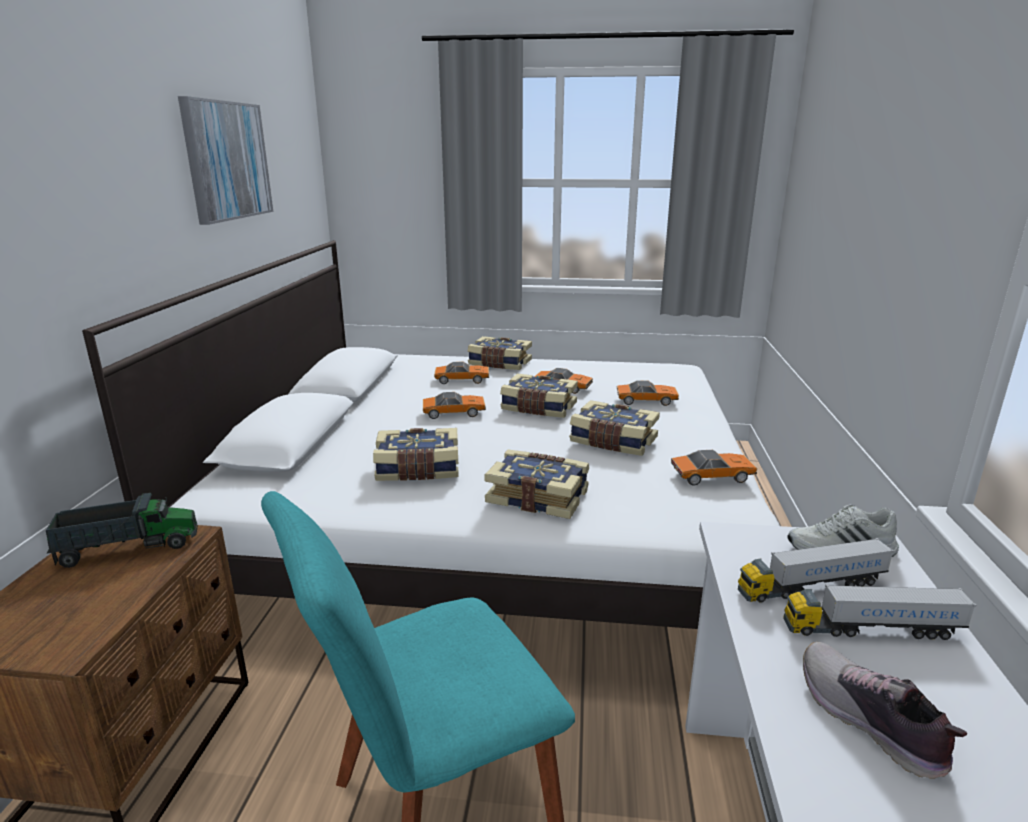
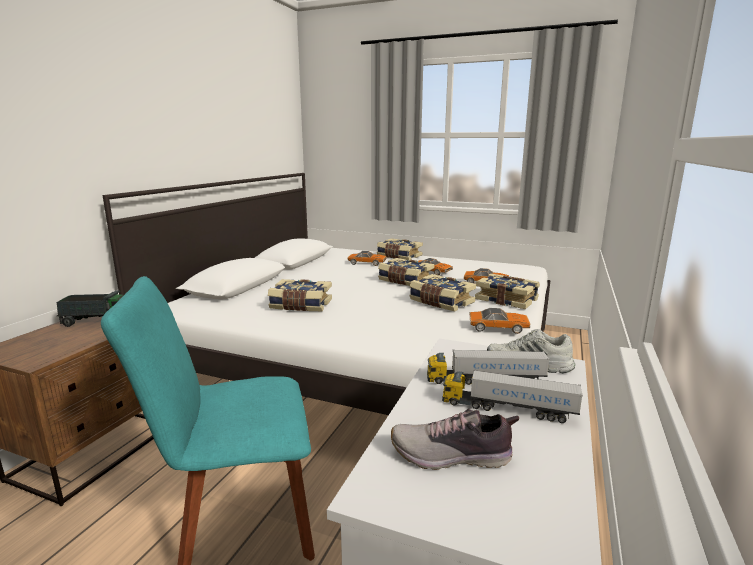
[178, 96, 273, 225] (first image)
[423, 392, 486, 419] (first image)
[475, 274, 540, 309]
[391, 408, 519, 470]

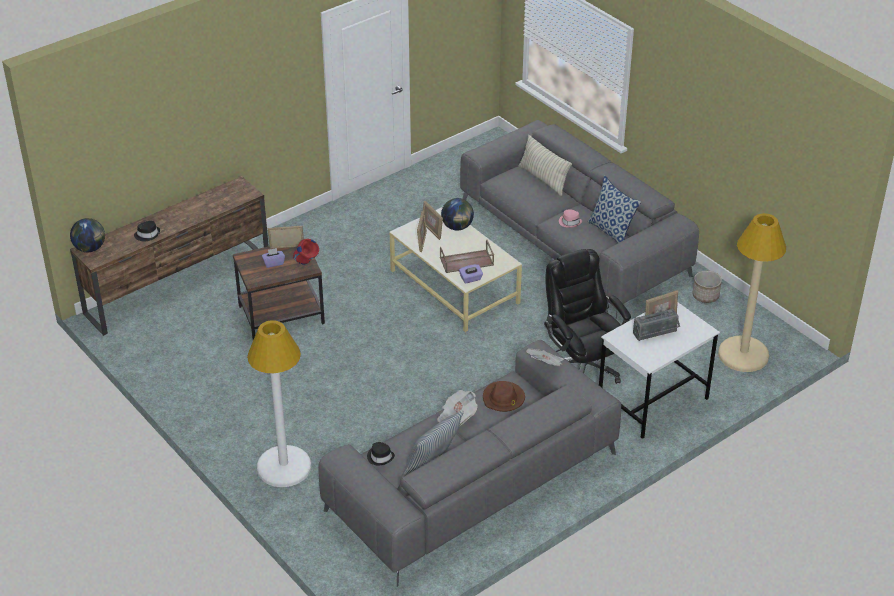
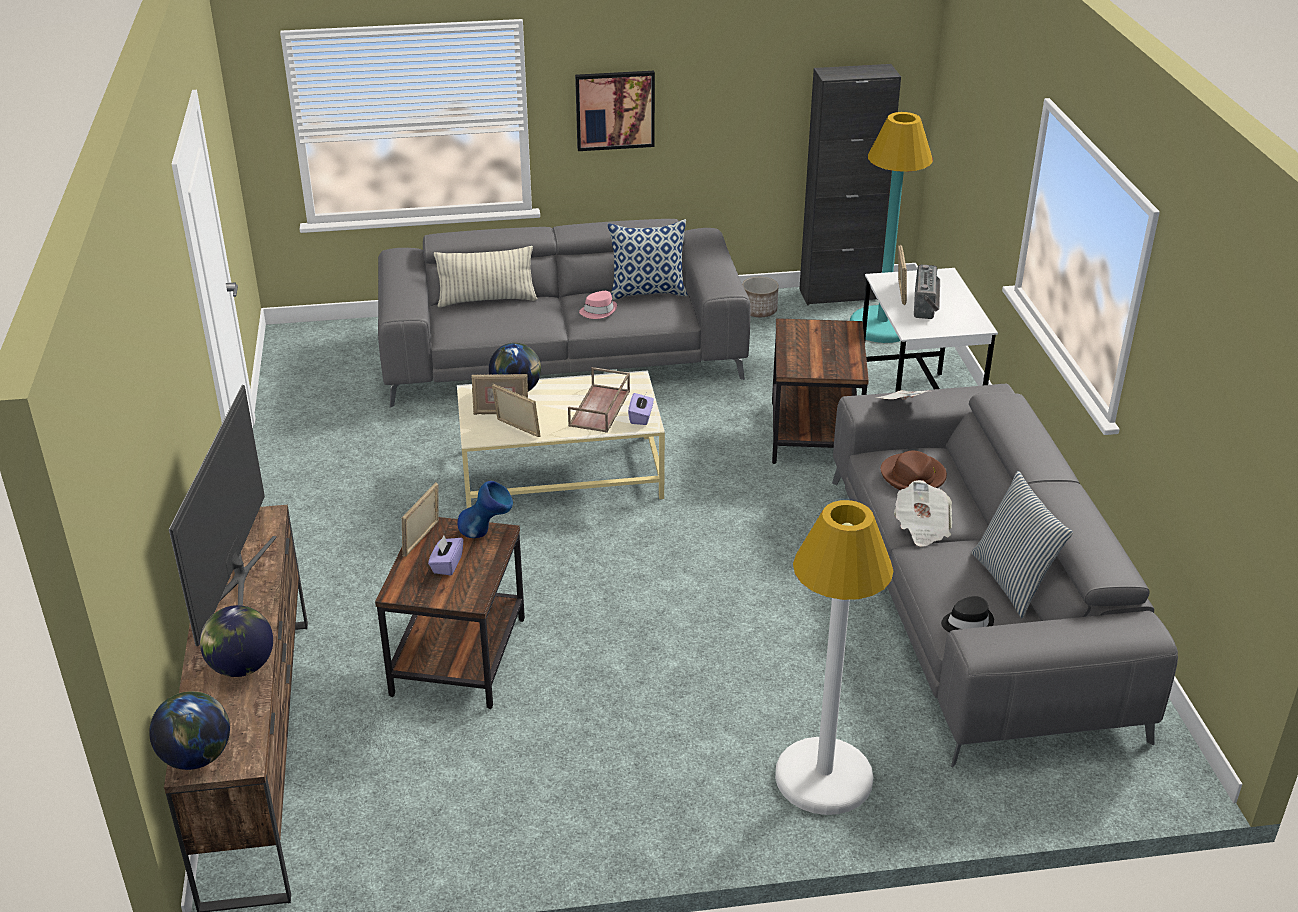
[850, 112, 933, 343]
[200, 605, 273, 677]
[458, 481, 513, 538]
[772, 318, 869, 464]
[799, 64, 901, 305]
[575, 71, 655, 151]
[169, 385, 277, 646]

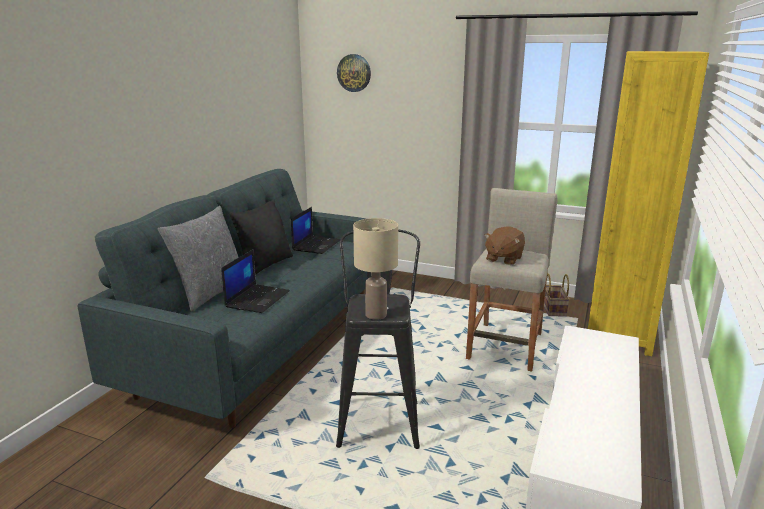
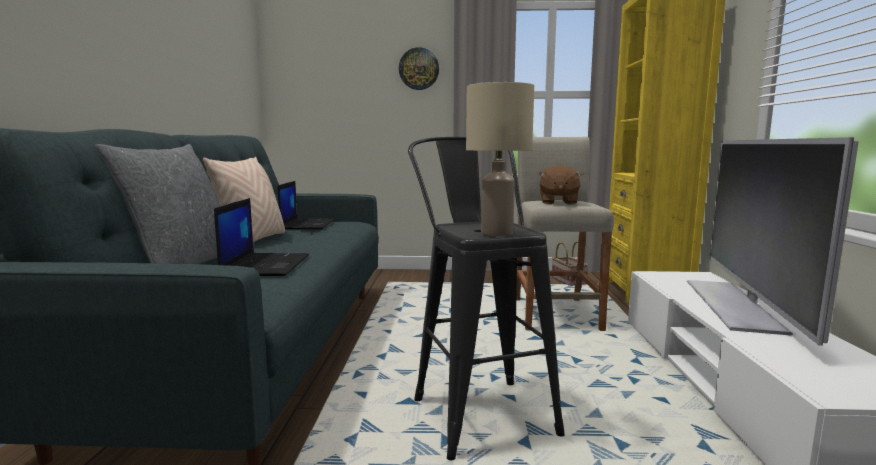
[399, 47, 439, 90]
[203, 157, 285, 242]
[687, 137, 859, 346]

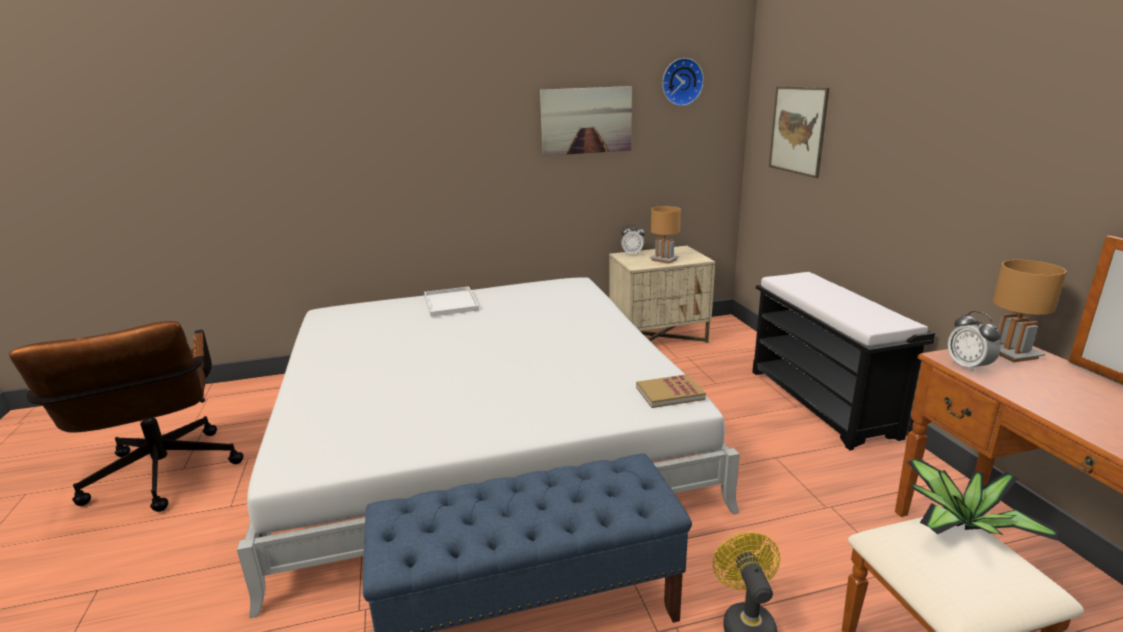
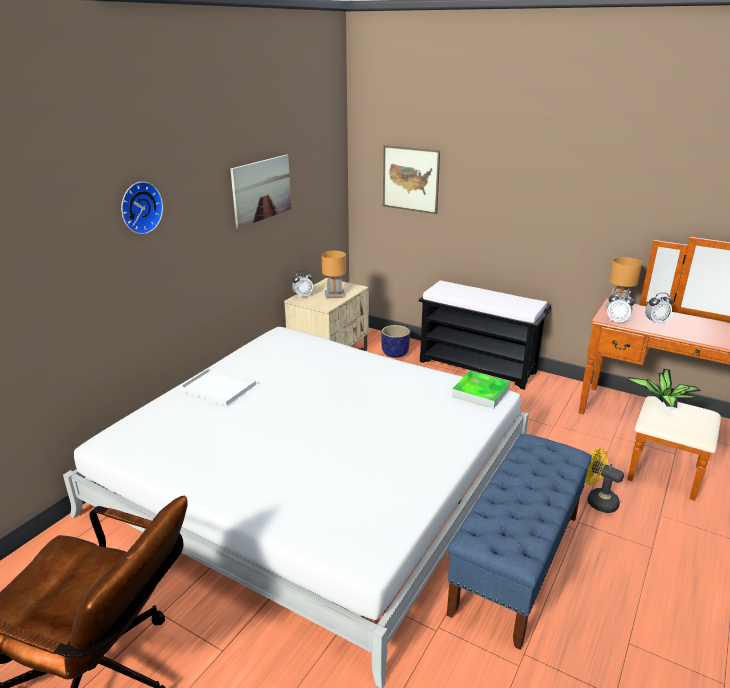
[121, 182, 163, 234]
[452, 370, 511, 409]
[645, 293, 673, 324]
[381, 325, 410, 358]

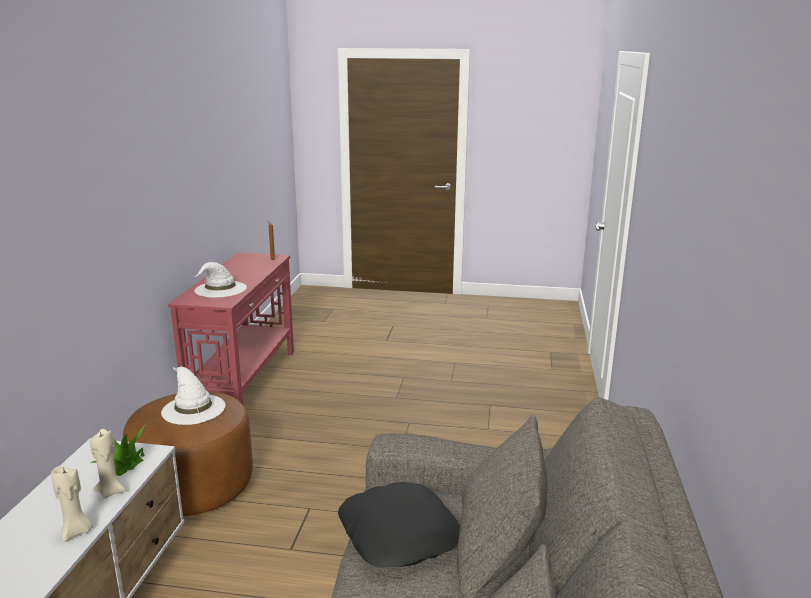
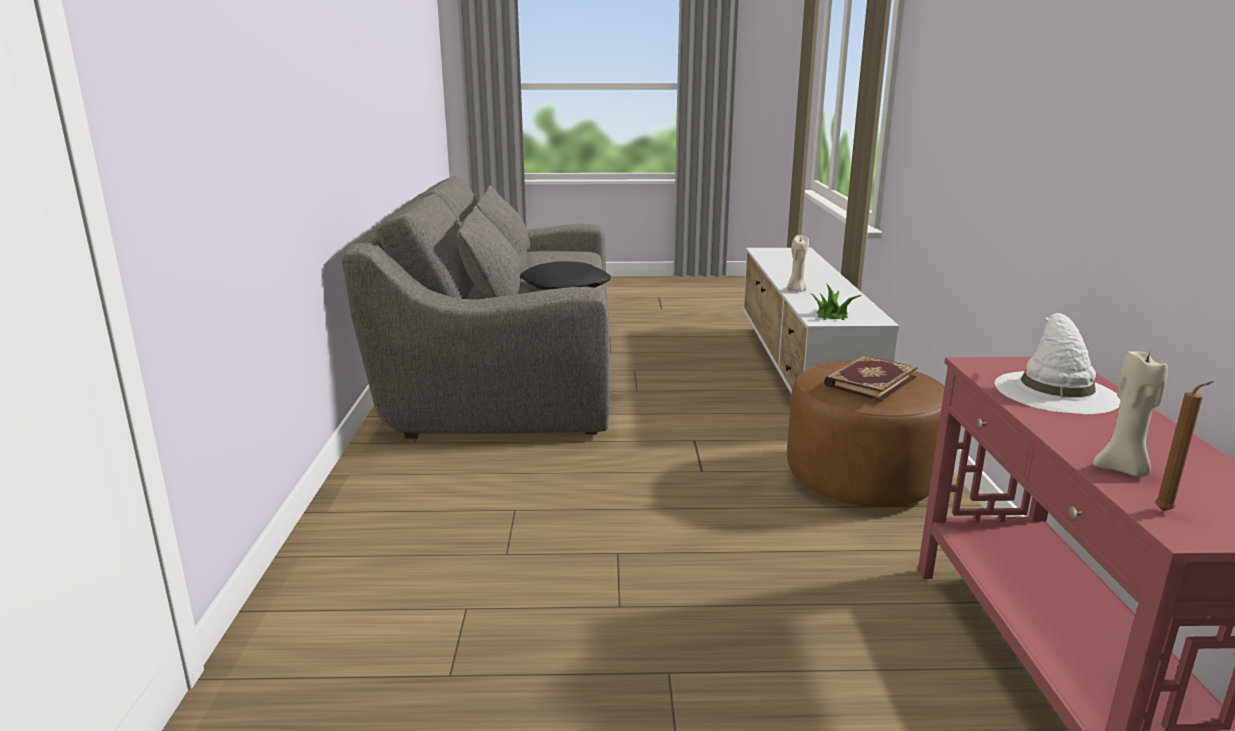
[824, 355, 918, 401]
[1093, 351, 1168, 477]

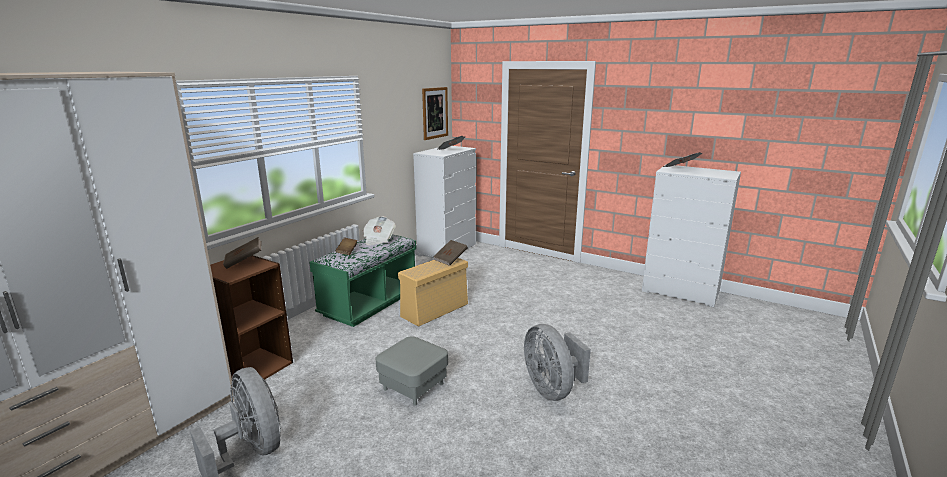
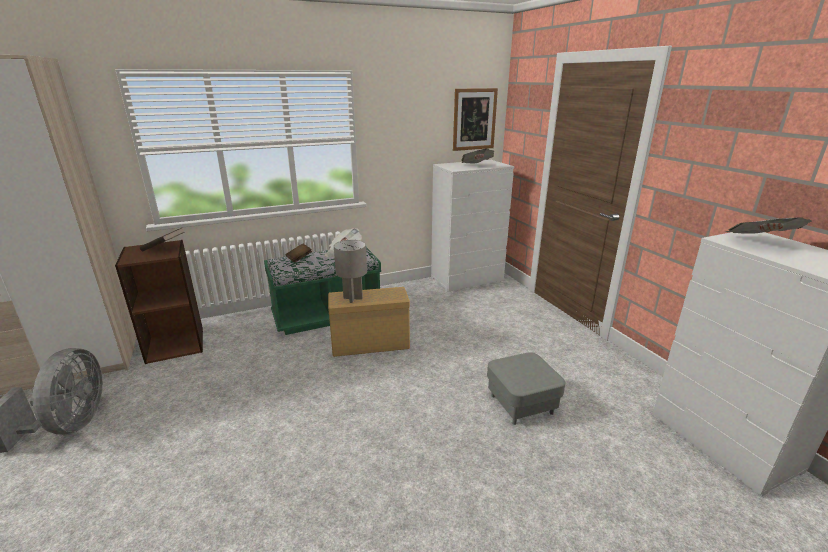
[433, 240, 468, 266] (first image)
[524, 324, 591, 401] (first image)
[487, 352, 565, 425]
[334, 240, 367, 303]

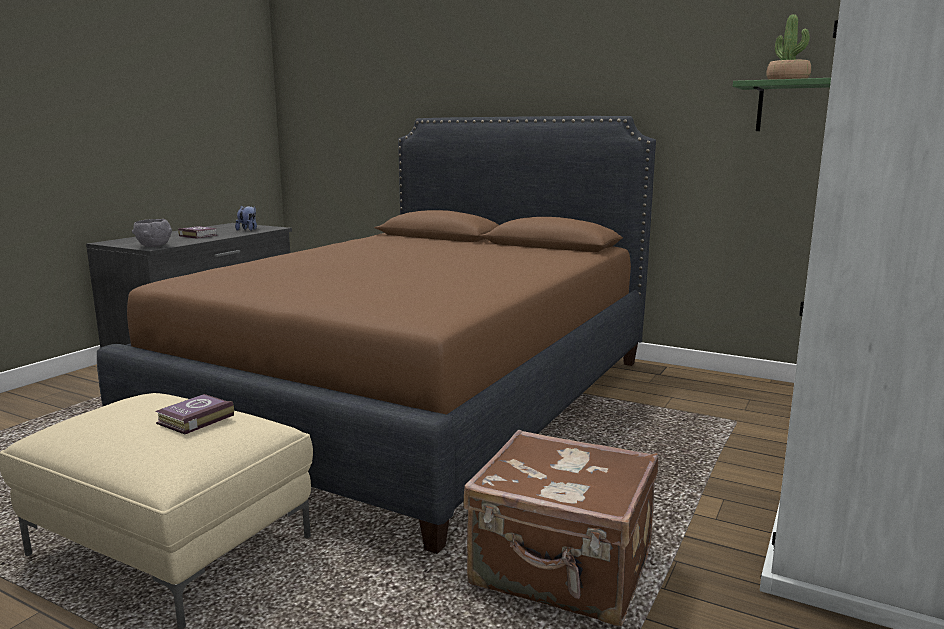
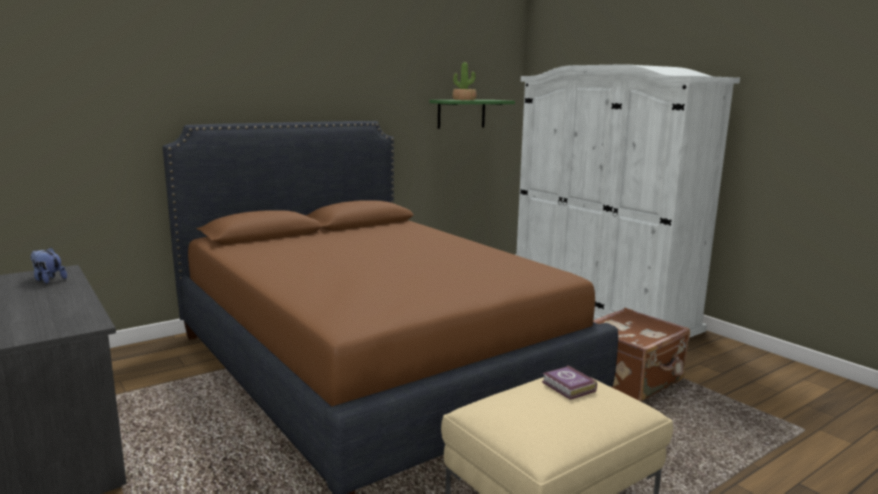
[132, 219, 172, 247] (first image)
[178, 226, 218, 239] (first image)

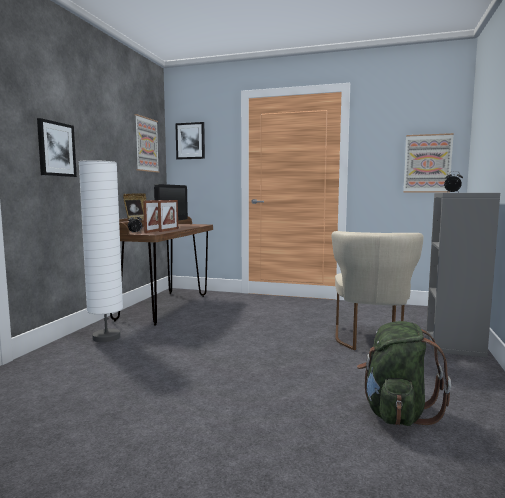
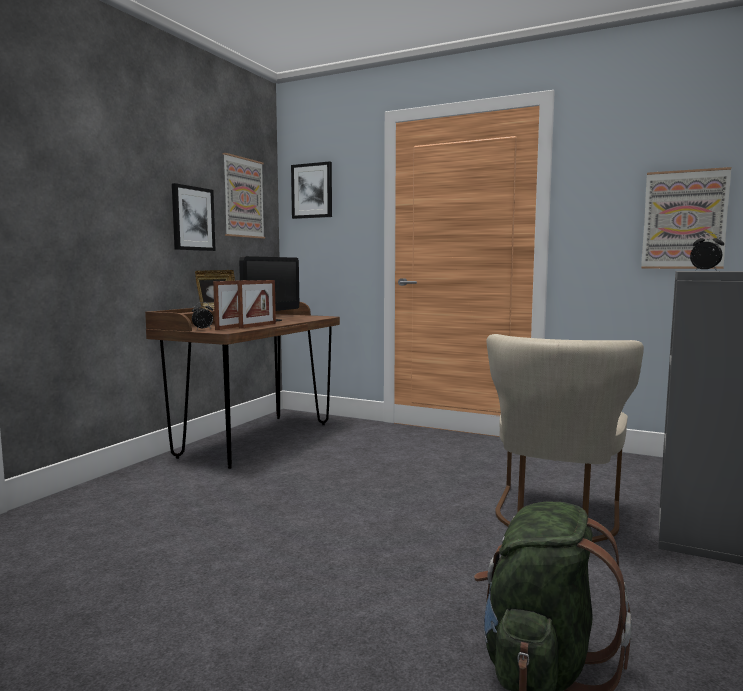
[172, 183, 216, 251]
[79, 160, 123, 342] (first image)

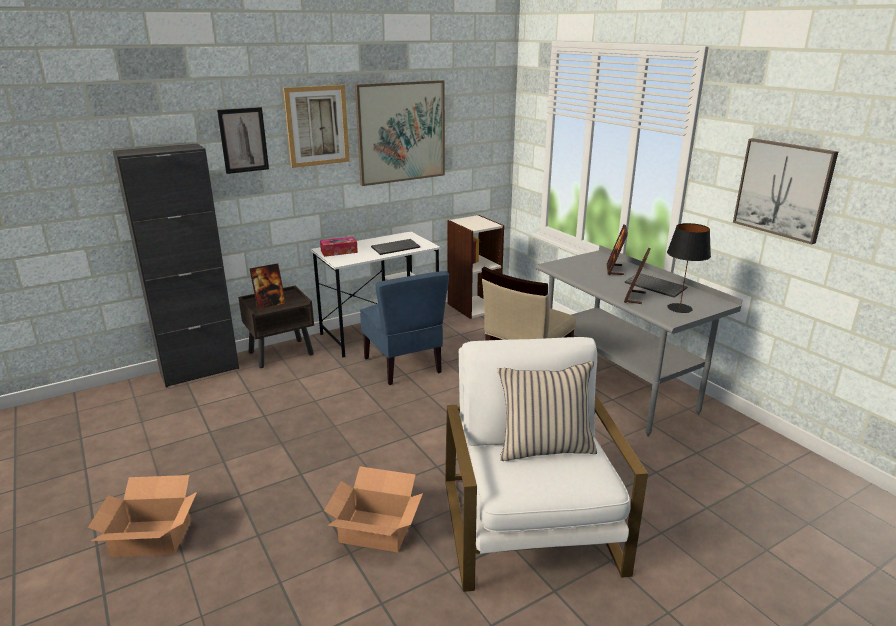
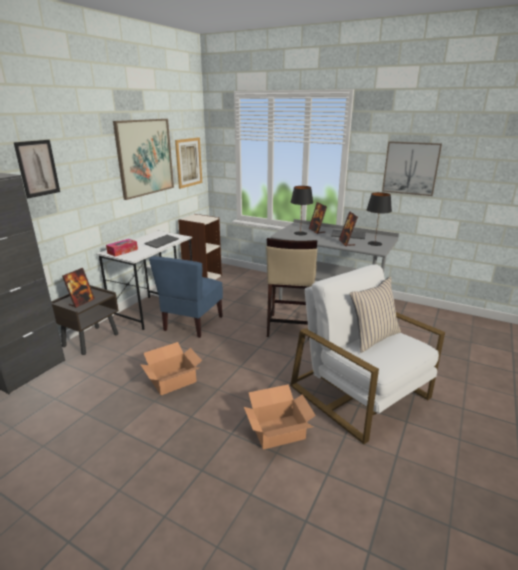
[175, 137, 202, 189]
[149, 256, 223, 338]
[140, 342, 202, 395]
[291, 186, 313, 235]

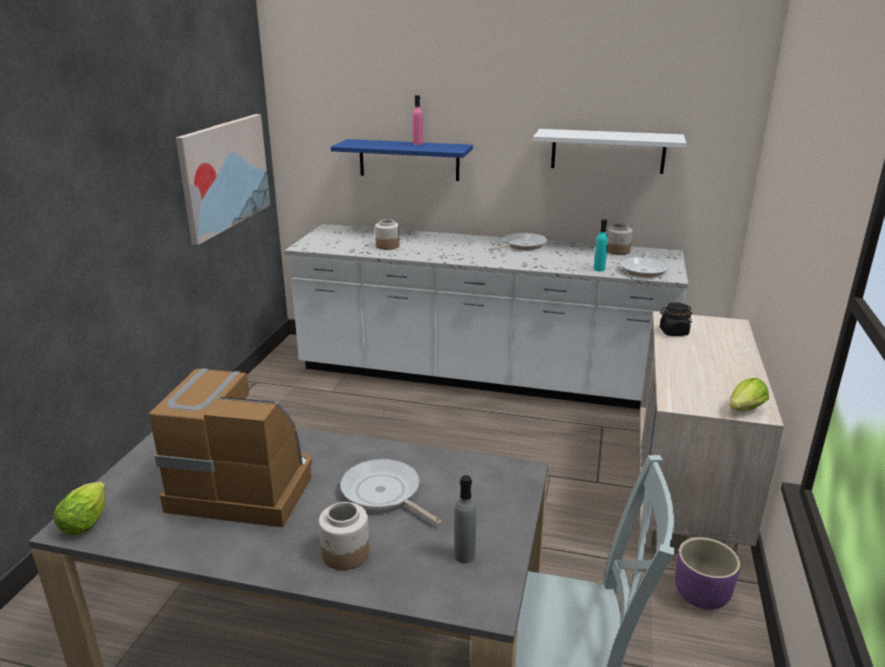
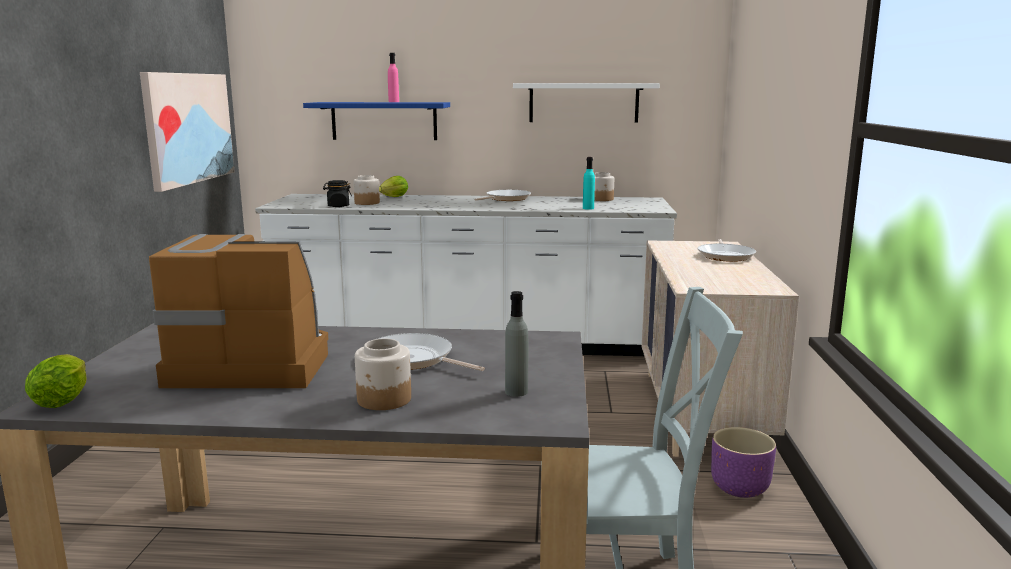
[698, 239, 756, 262]
[323, 180, 352, 207]
[379, 176, 408, 197]

